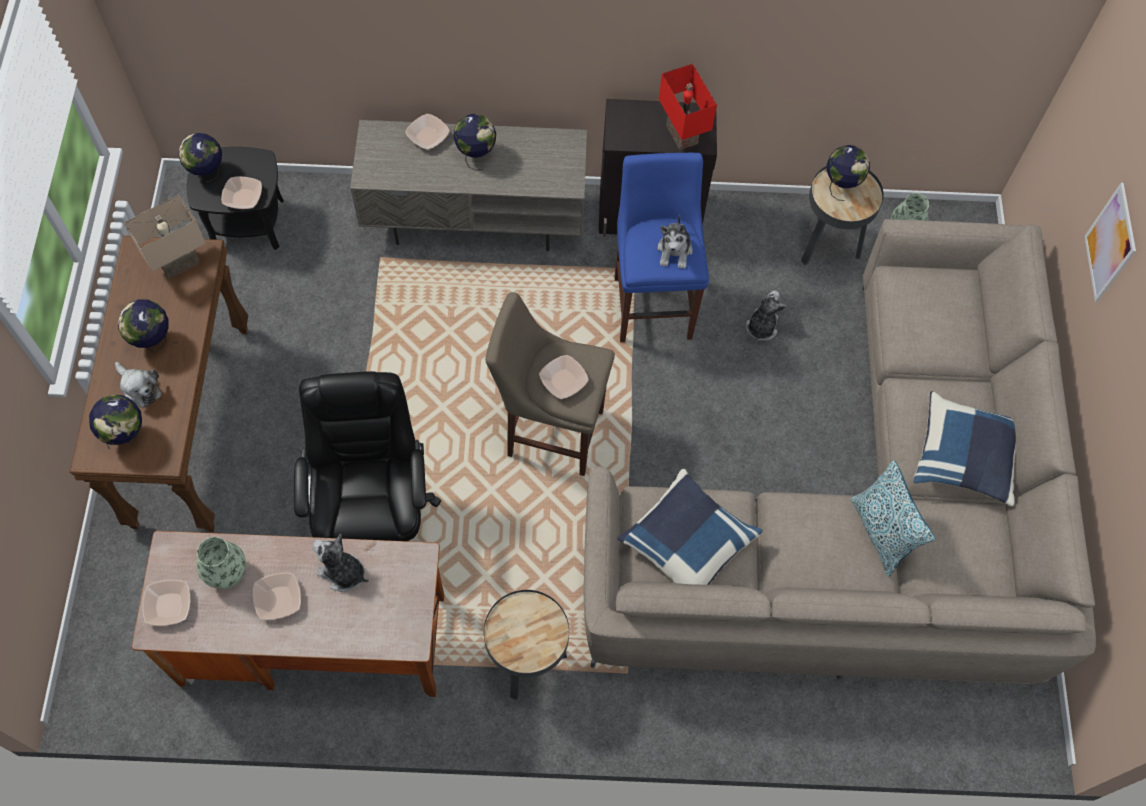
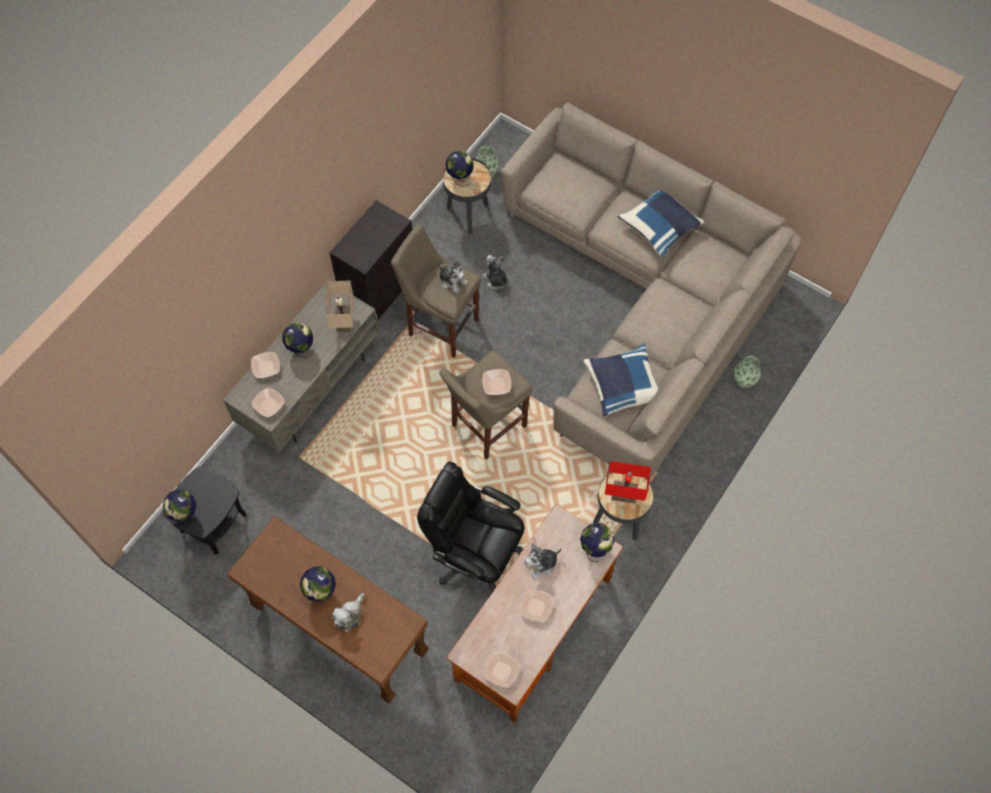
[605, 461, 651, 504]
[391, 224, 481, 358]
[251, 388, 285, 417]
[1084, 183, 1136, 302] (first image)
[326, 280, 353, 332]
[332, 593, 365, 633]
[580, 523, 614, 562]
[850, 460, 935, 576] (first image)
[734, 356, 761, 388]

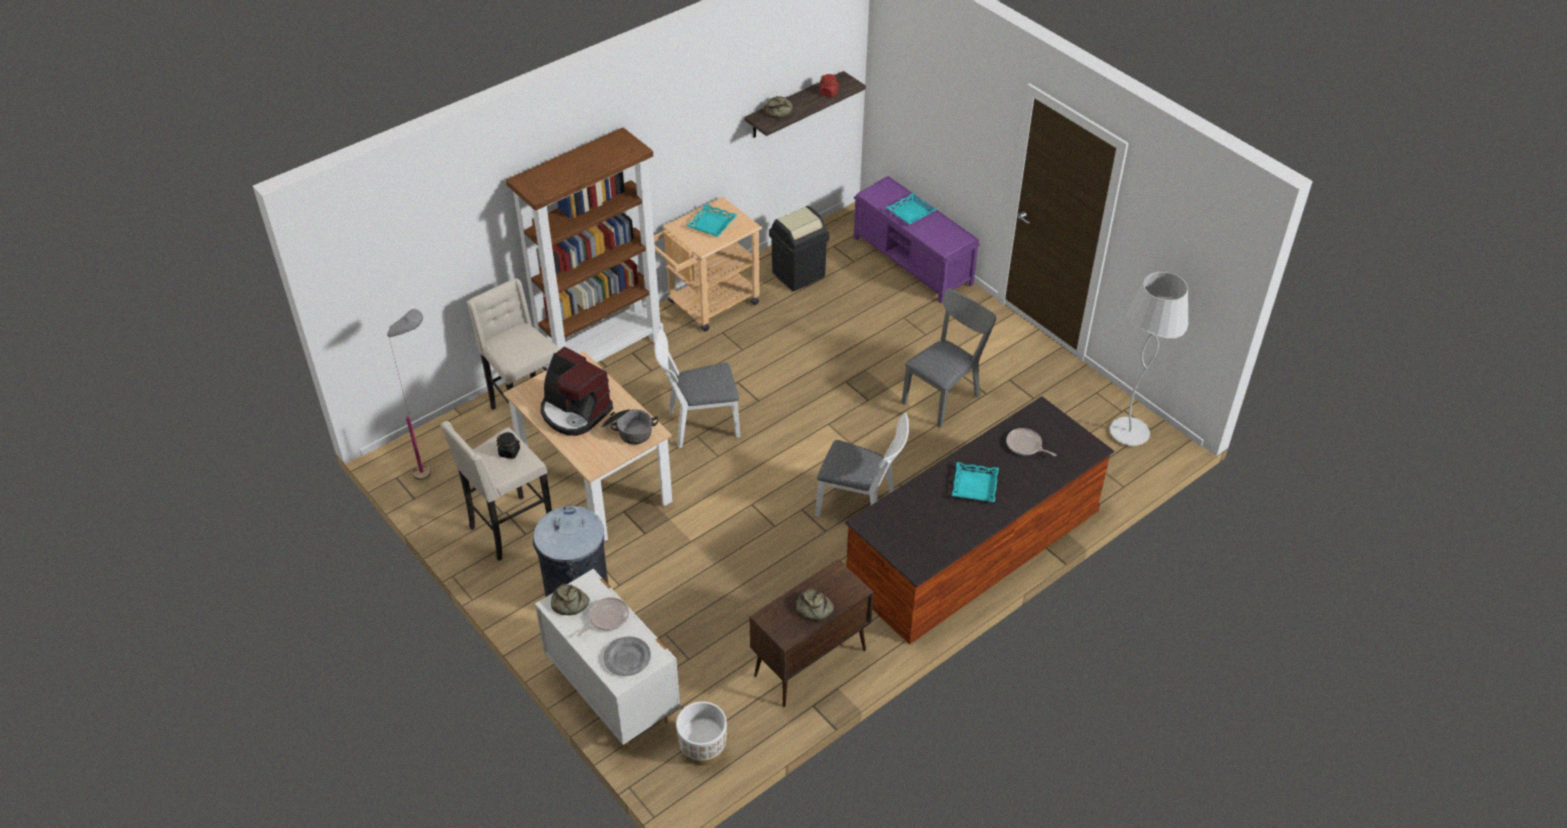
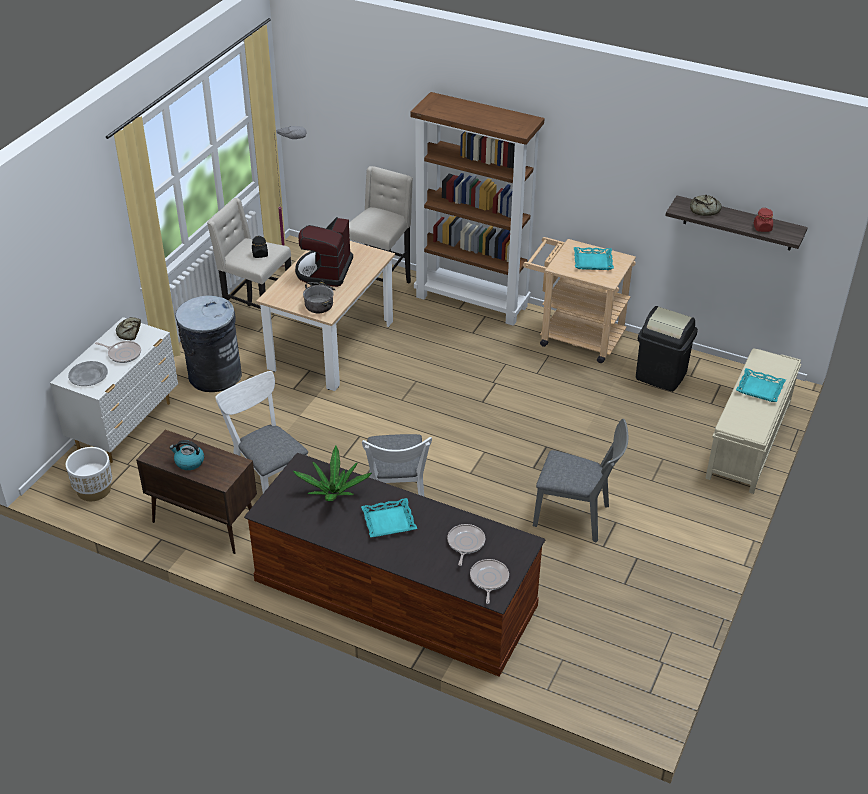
[705, 348, 801, 494]
[1110, 272, 1189, 446] (first image)
[216, 371, 308, 493]
[170, 440, 204, 470]
[293, 446, 372, 502]
[470, 559, 509, 604]

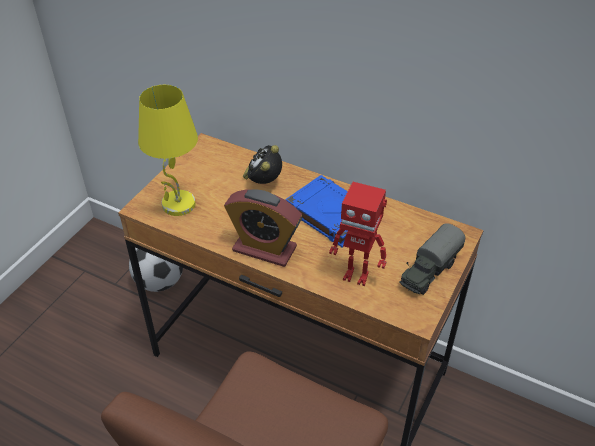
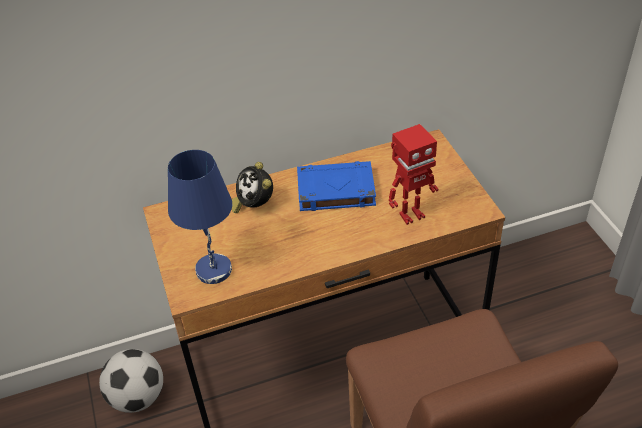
[168, 150, 232, 284]
[224, 189, 302, 267] (first image)
[399, 223, 466, 295] (first image)

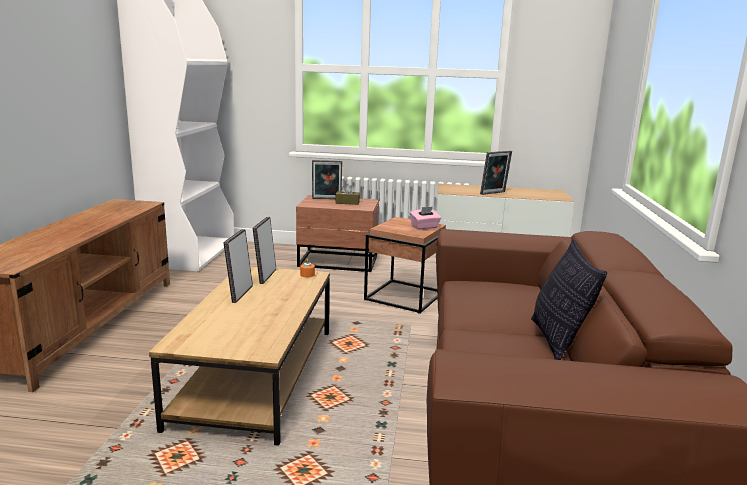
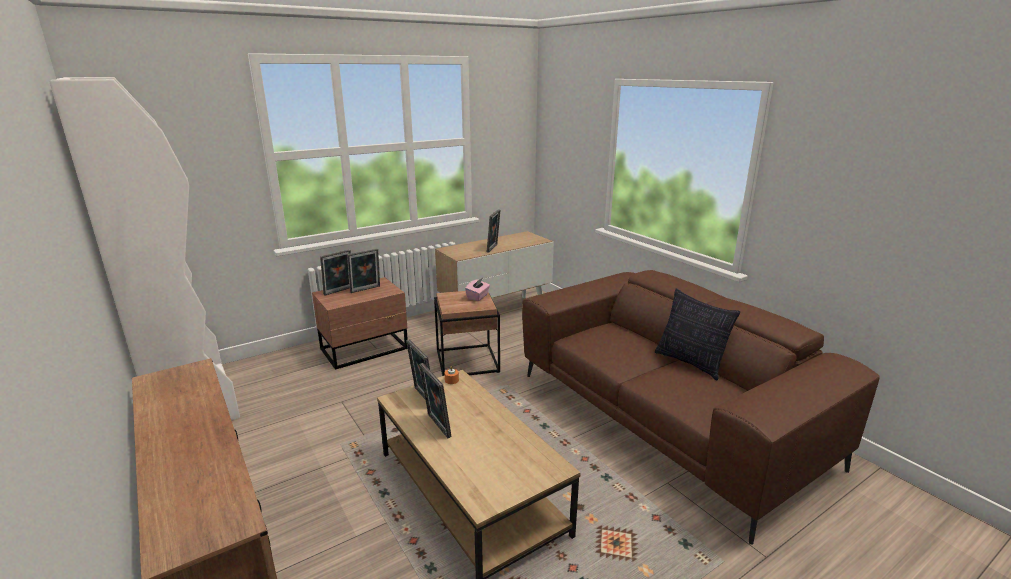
[347, 249, 380, 293]

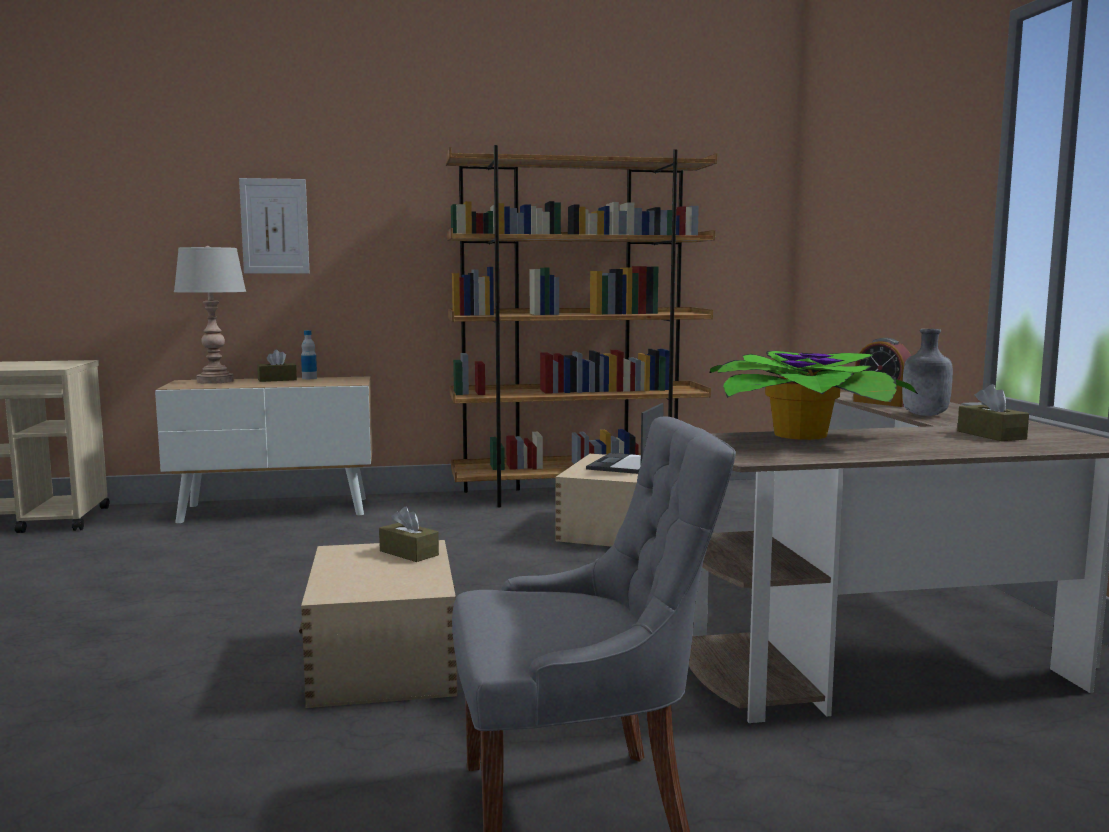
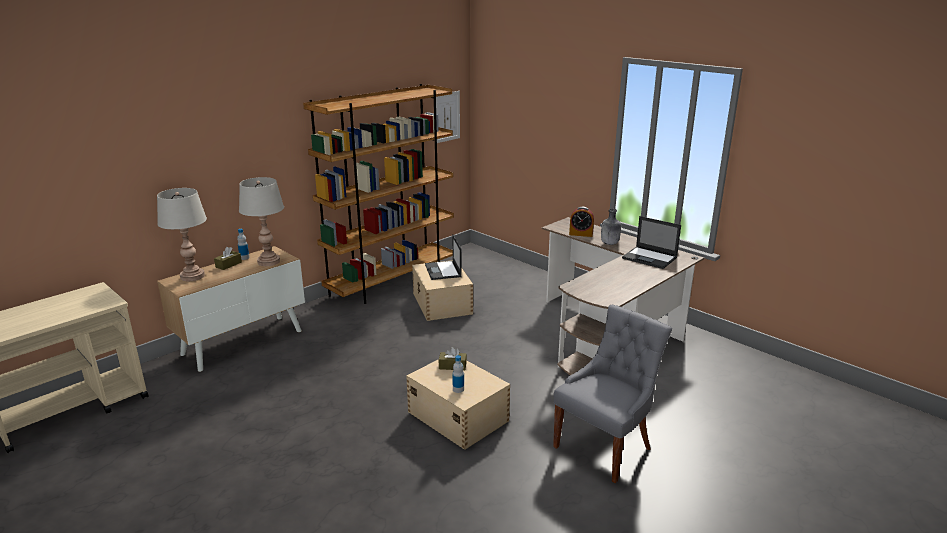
[436, 91, 460, 143]
[710, 351, 918, 440] (first image)
[622, 216, 681, 269]
[239, 177, 284, 266]
[452, 355, 464, 393]

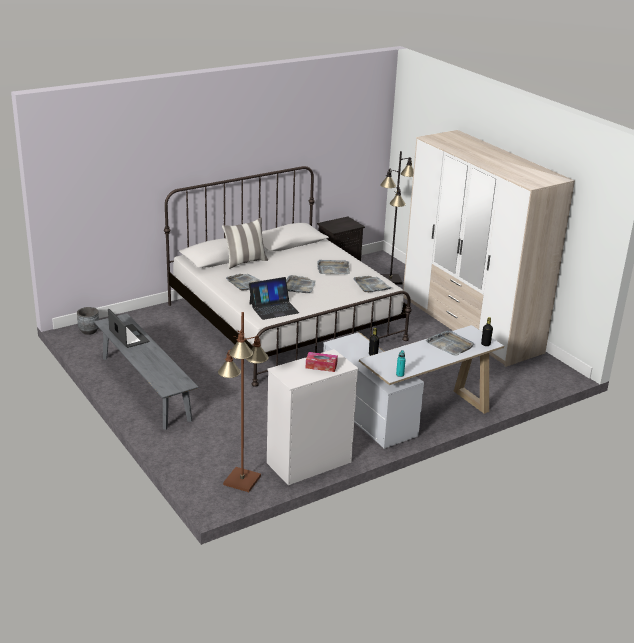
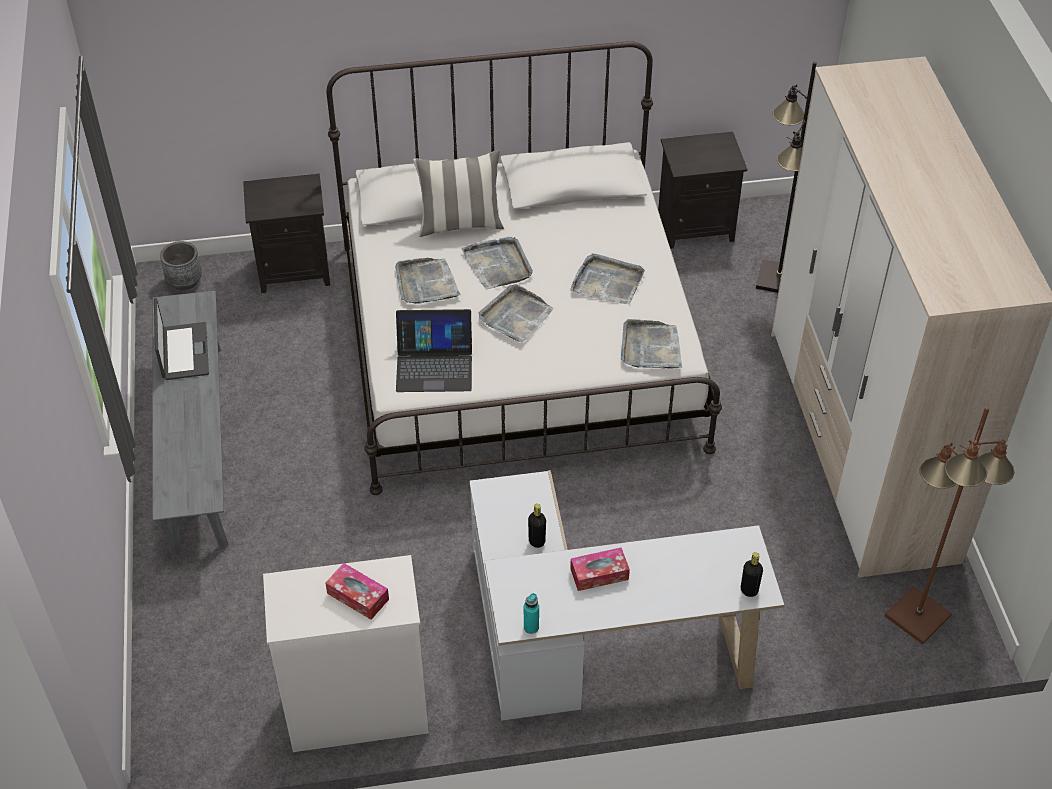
[885, 406, 1015, 645]
[461, 237, 533, 289]
[243, 174, 330, 293]
[570, 548, 630, 591]

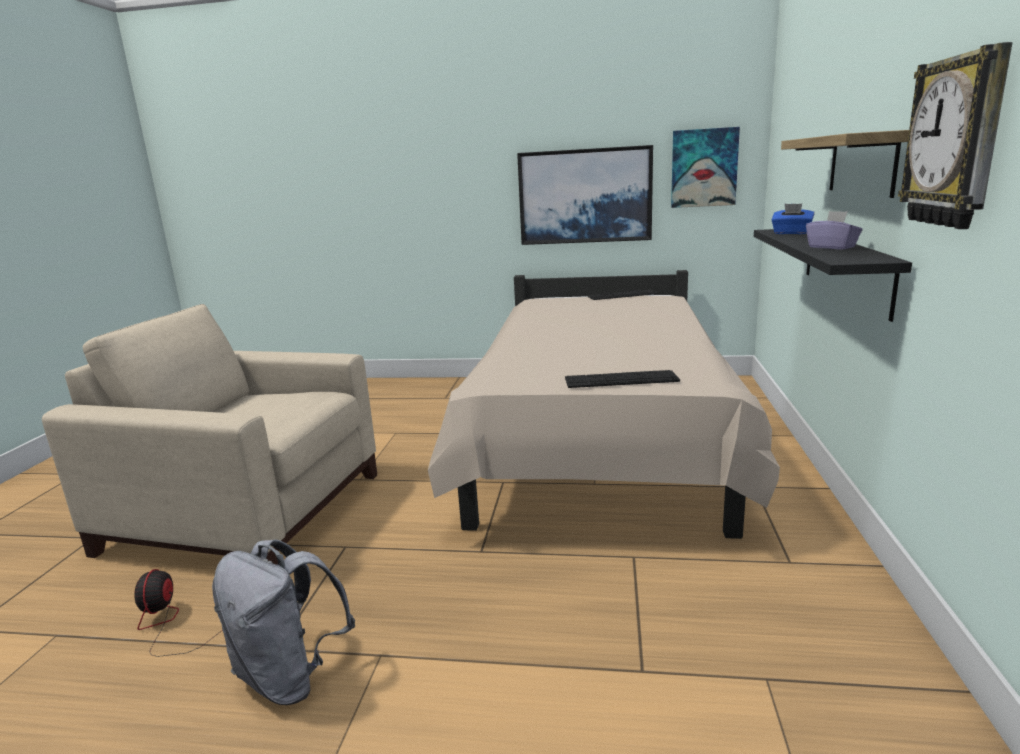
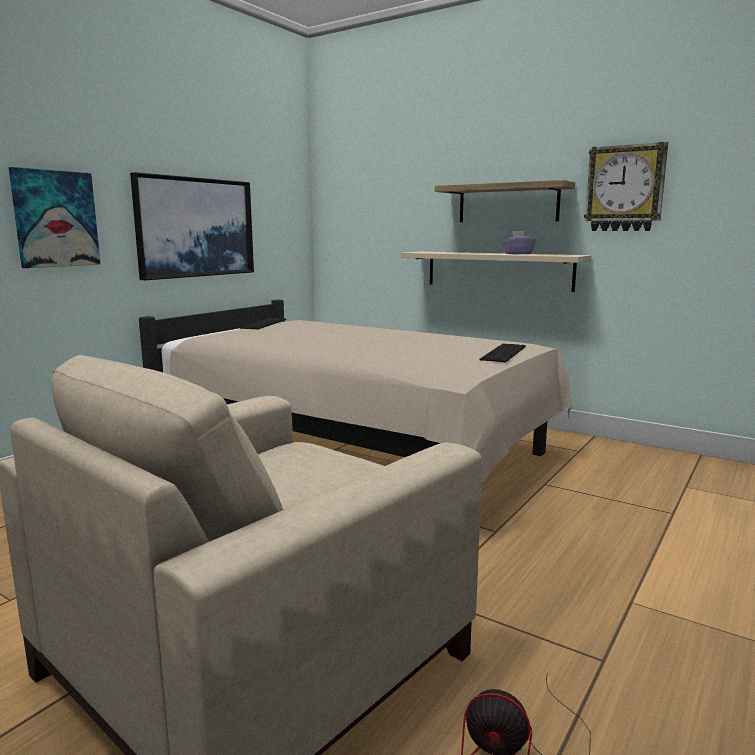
[9, 167, 101, 268]
[772, 204, 815, 234] (first image)
[401, 252, 591, 292]
[212, 540, 355, 705] (first image)

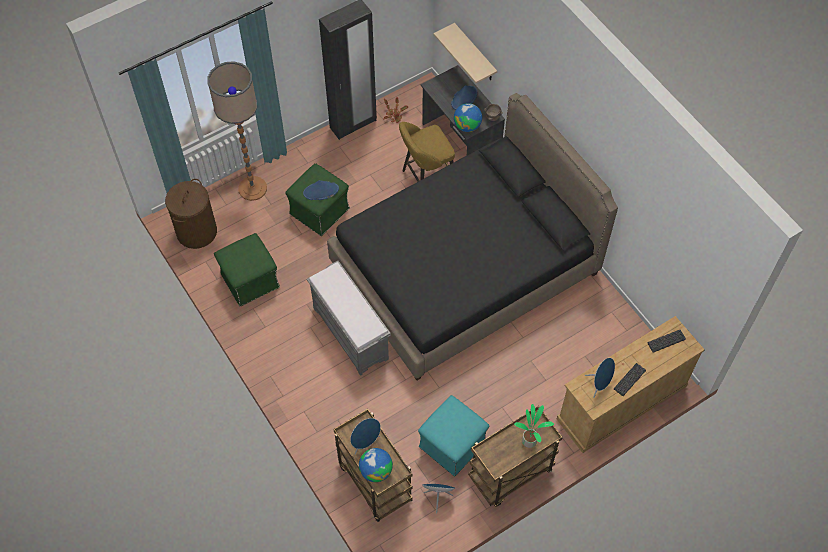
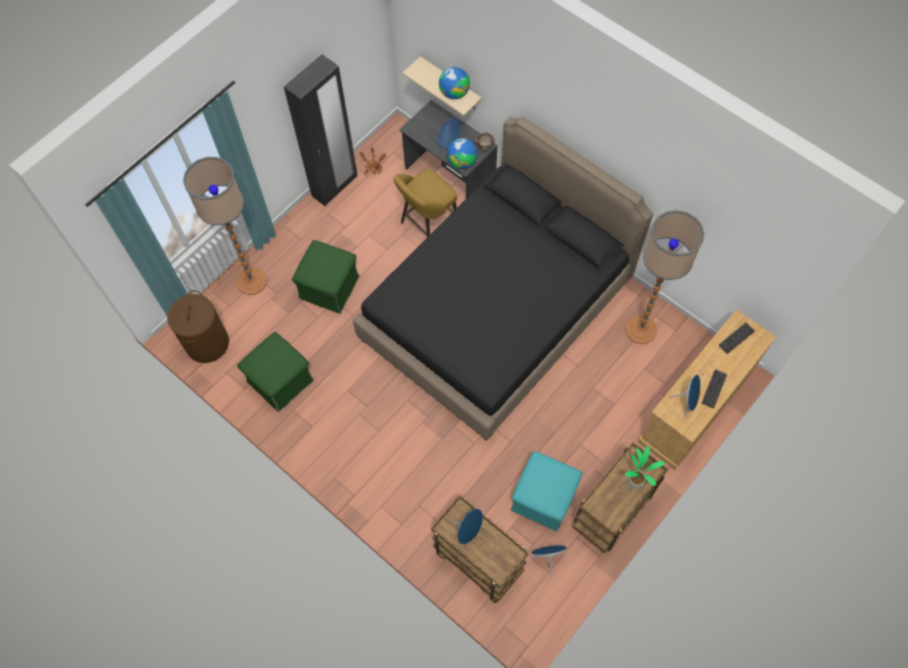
[303, 180, 339, 200] (first image)
[307, 261, 391, 376] (first image)
[439, 67, 470, 99]
[625, 210, 705, 344]

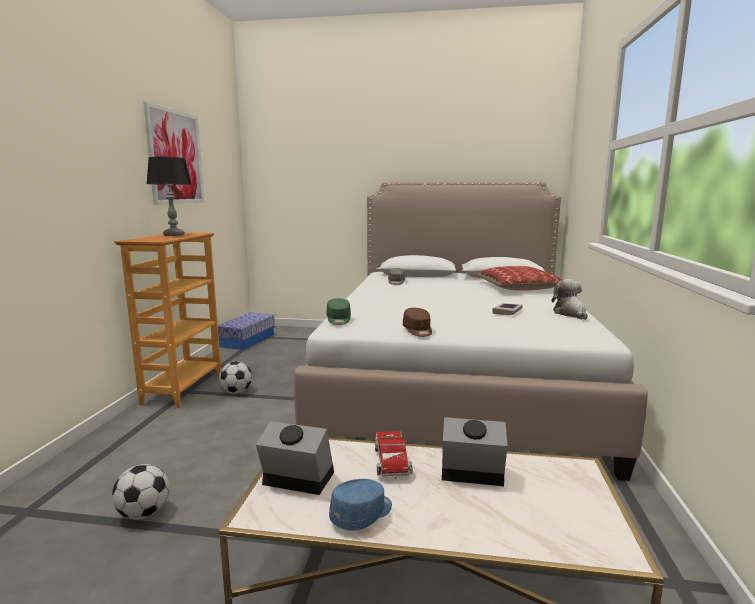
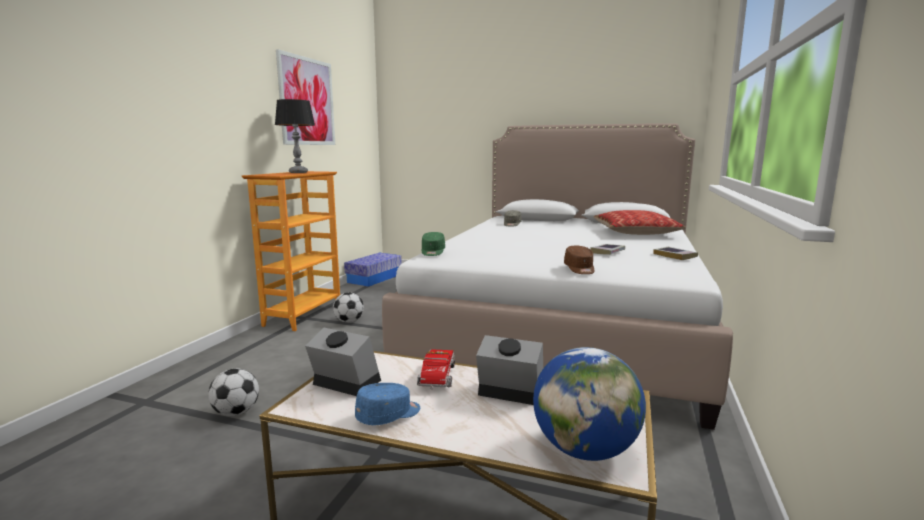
[653, 247, 698, 260]
[564, 246, 595, 274]
[533, 347, 646, 461]

